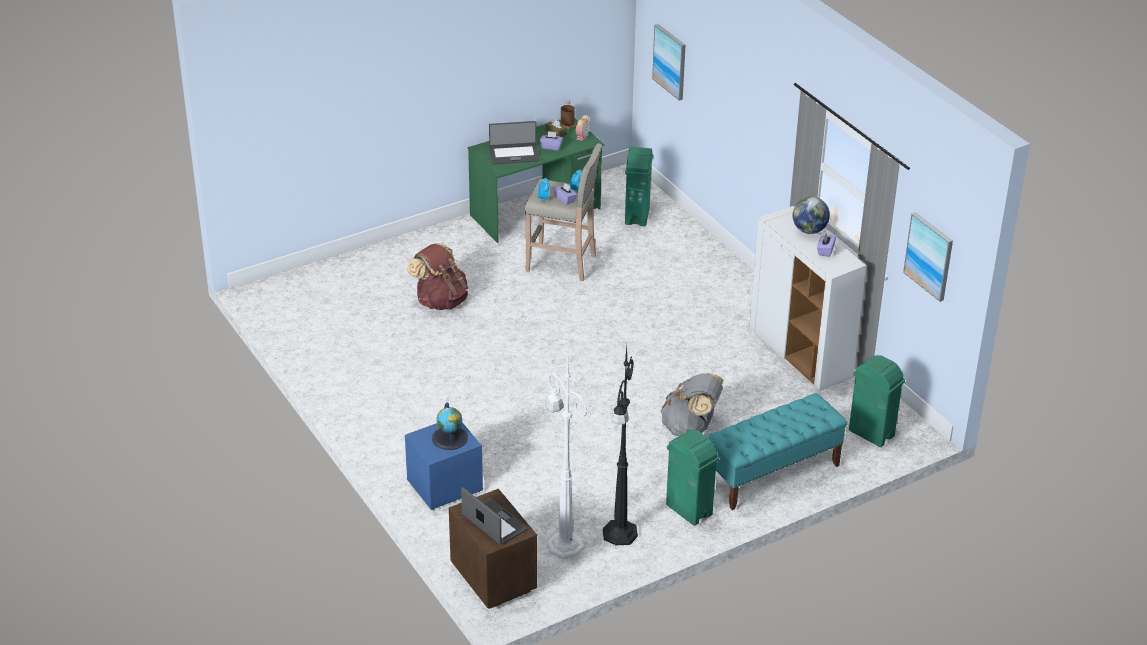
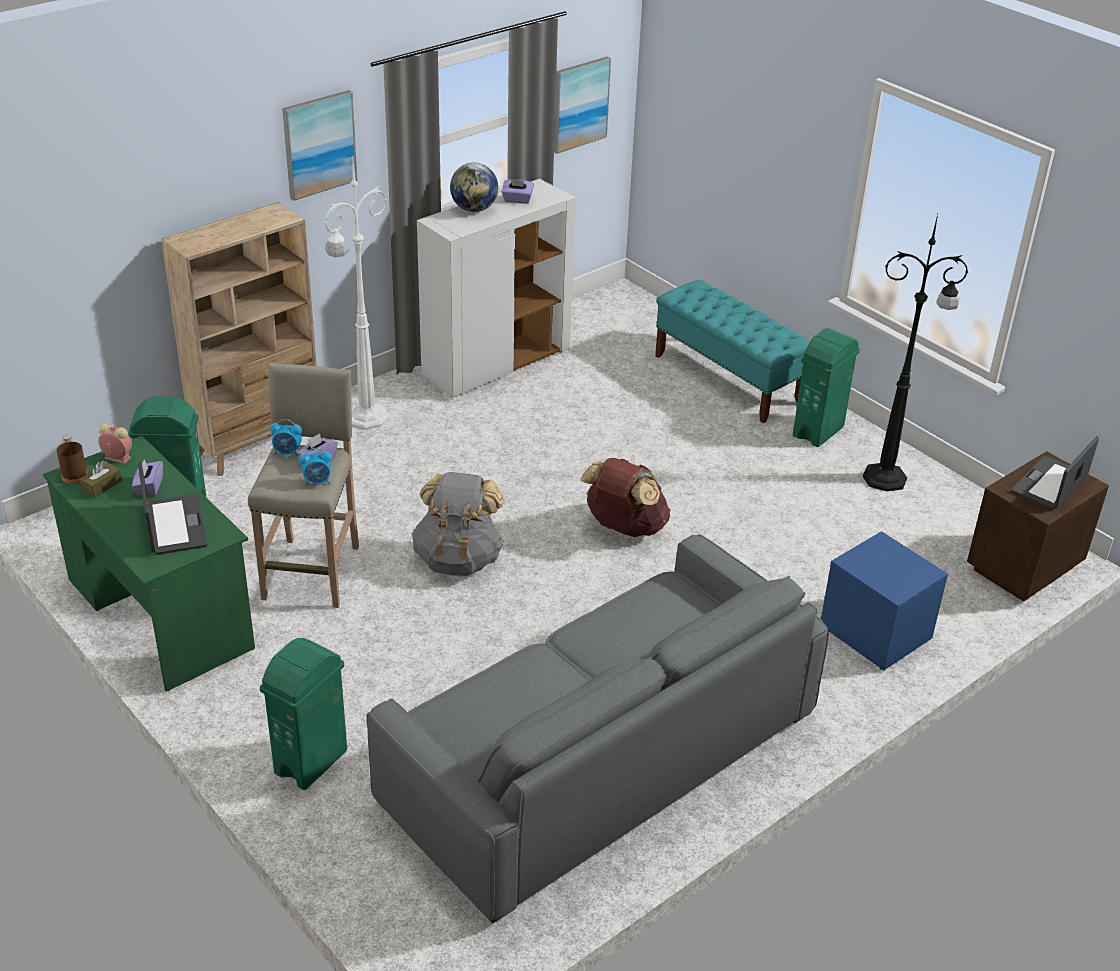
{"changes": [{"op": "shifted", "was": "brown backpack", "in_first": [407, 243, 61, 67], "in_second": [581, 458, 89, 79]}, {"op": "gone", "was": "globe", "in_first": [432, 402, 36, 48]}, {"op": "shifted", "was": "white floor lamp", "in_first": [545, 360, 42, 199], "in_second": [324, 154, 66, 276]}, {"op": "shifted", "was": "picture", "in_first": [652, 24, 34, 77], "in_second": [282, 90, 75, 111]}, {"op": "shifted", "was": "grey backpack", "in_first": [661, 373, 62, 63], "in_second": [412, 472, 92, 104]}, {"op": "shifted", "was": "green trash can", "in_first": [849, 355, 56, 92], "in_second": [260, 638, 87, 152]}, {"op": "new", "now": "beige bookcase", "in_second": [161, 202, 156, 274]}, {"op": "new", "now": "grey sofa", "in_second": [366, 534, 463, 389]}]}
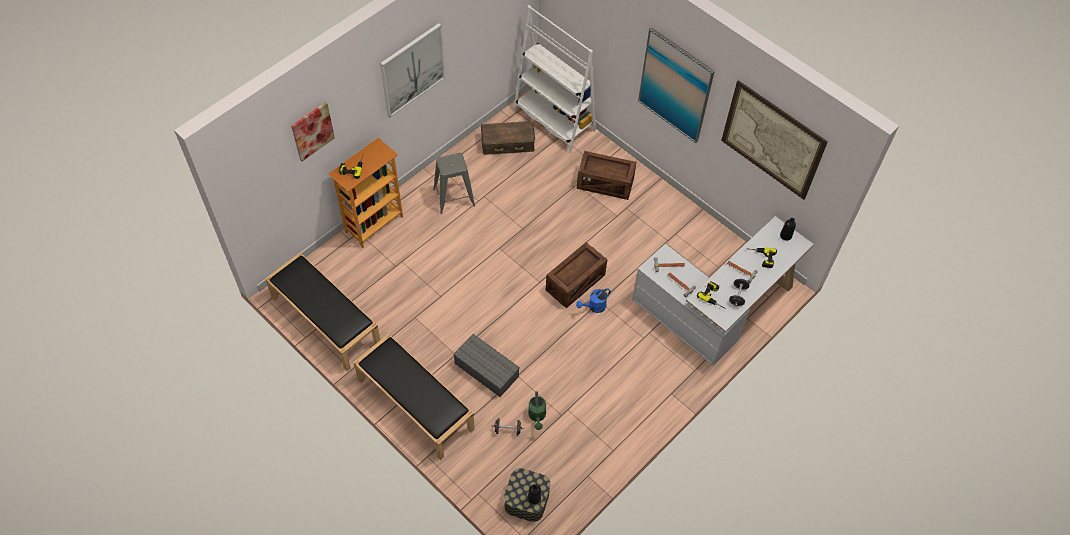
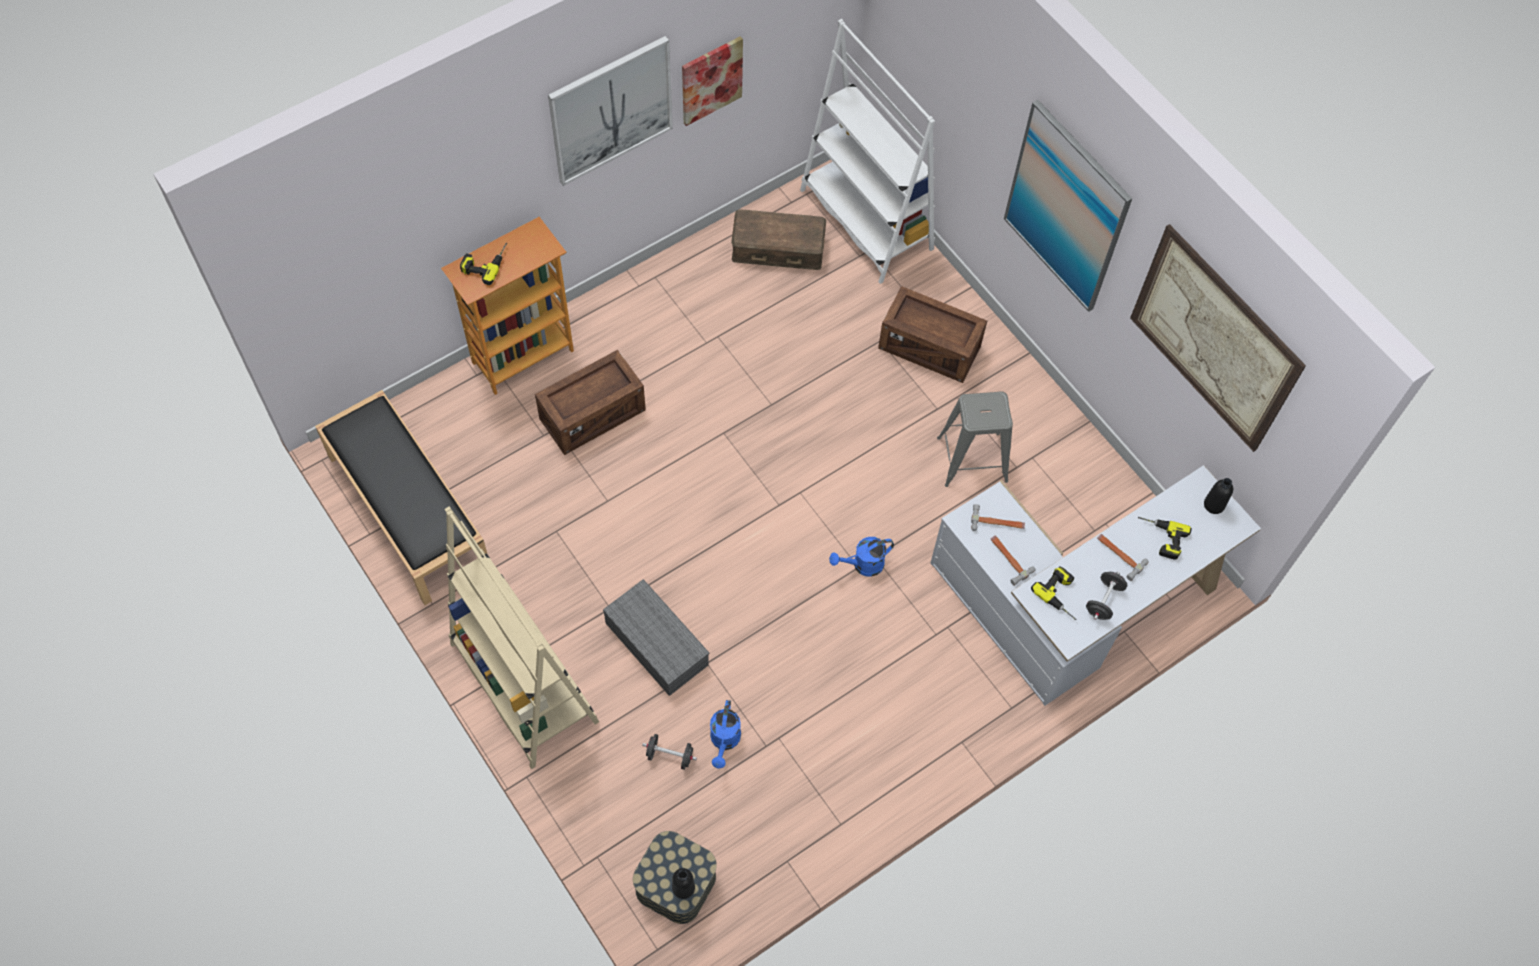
{"changes": [{"op": "shifted", "was": "picture", "in_first": [291, 102, 44, 59], "in_second": [682, 36, 61, 90]}, {"op": "swapped", "was": "black bench", "now": "beige bookcase", "in_first": [353, 334, 122, 127], "in_second": [444, 506, 155, 263]}, {"op": "shifted", "was": "grey stool", "in_first": [433, 153, 42, 61], "in_second": [937, 391, 76, 96]}, {"op": "repainted", "was": "green watering can", "now": "blue watering can", "in_first": [528, 391, 18, 39], "in_second": [710, 700, 31, 69]}, {"op": "shifted", "was": "crate", "in_first": [546, 242, 61, 66], "in_second": [535, 350, 111, 105]}]}
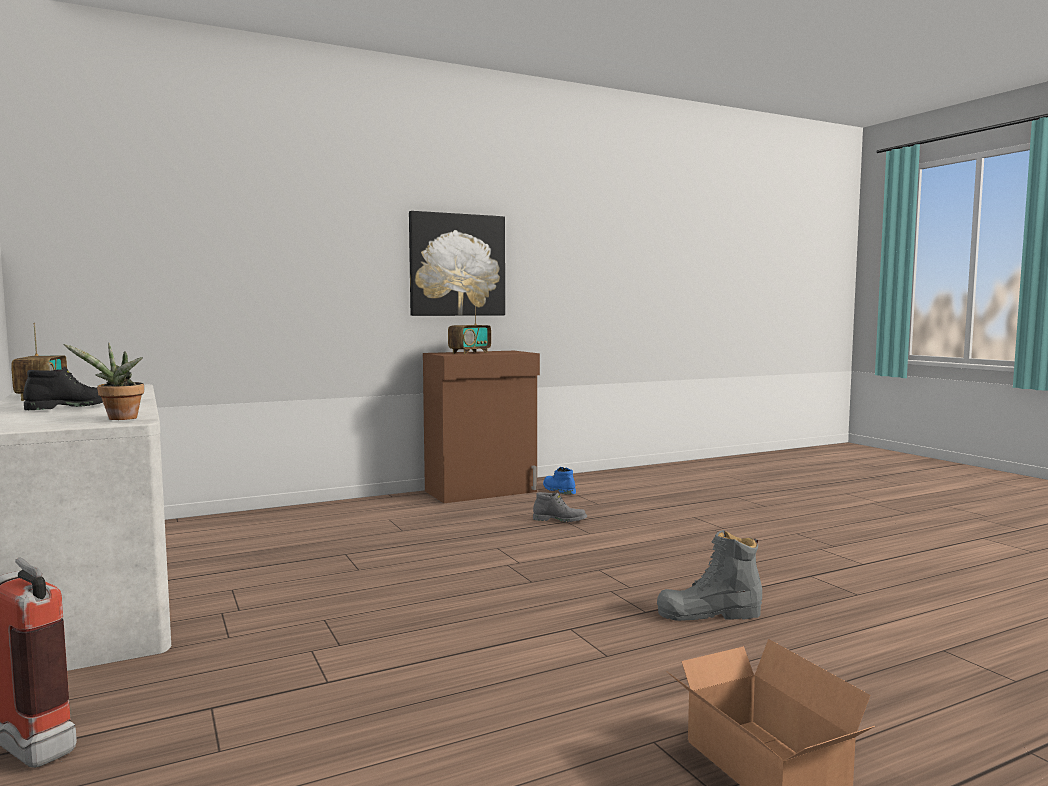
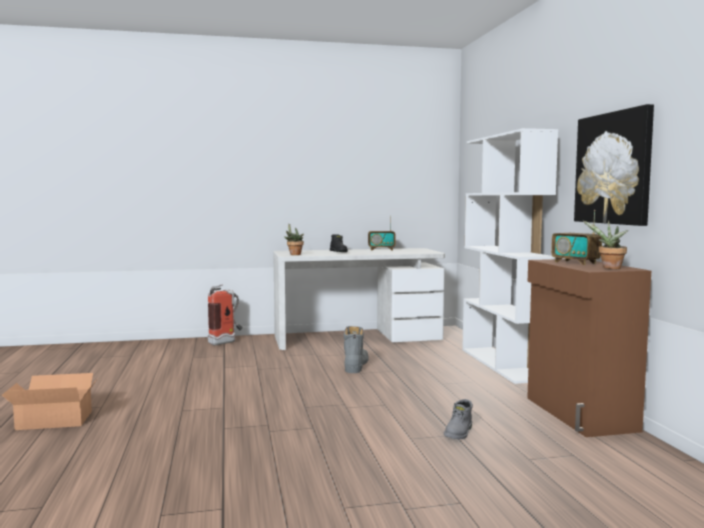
{"changes": [{"op": "gone", "was": "blue boot", "in_first": [543, 467, 33, 28]}, {"op": "shifted", "was": "grey boot", "in_first": [657, 530, 105, 91], "in_second": [344, 326, 25, 47]}, {"op": "new", "now": "white bookcase", "in_second": [462, 128, 96, 256]}, {"op": "new", "now": "potted plant", "in_second": [582, 220, 46, 49]}]}
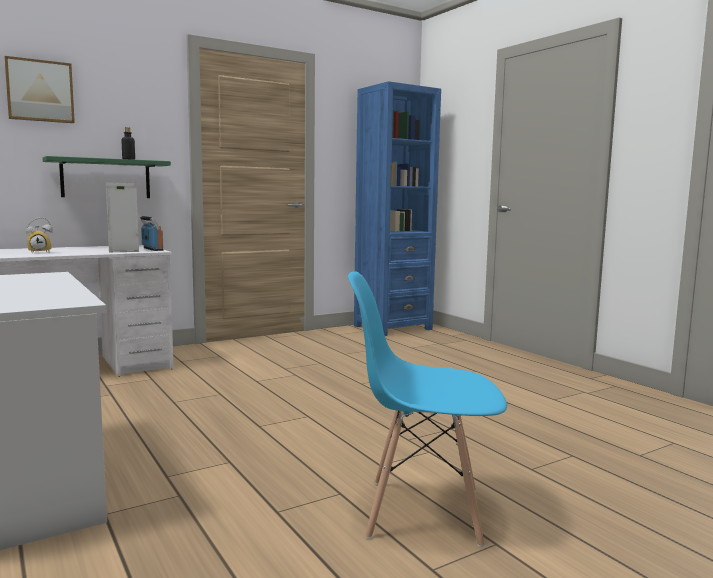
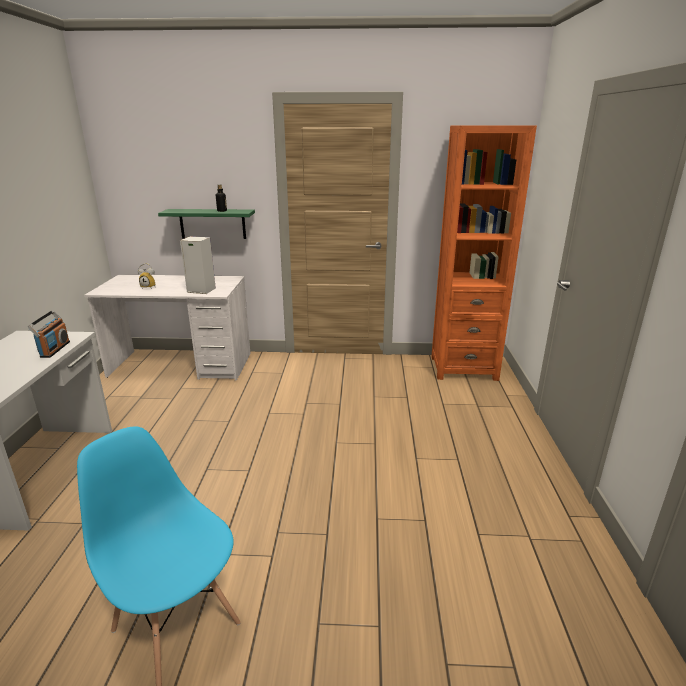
{"changes": [{"op": "gone", "was": "picture", "in_first": [4, 56, 71, 67]}, {"op": "shifted", "was": "radio", "in_first": [140, 216, 24, 35], "in_second": [28, 310, 42, 48]}, {"op": "repainted", "was": "blue bookcase", "now": "orange bookcase", "in_first": [354, 81, 87, 255], "in_second": [431, 125, 106, 256]}]}
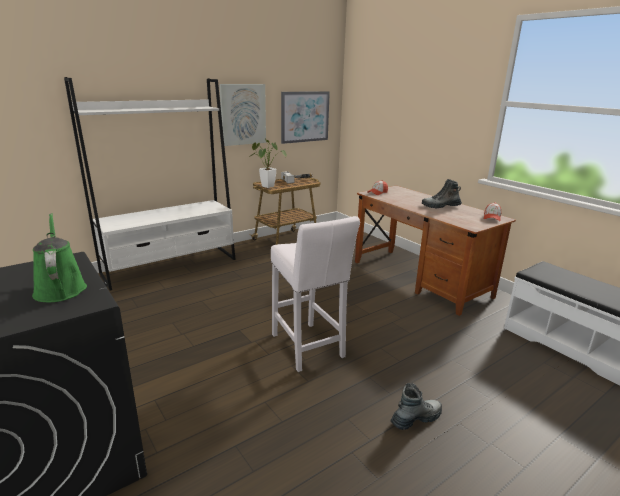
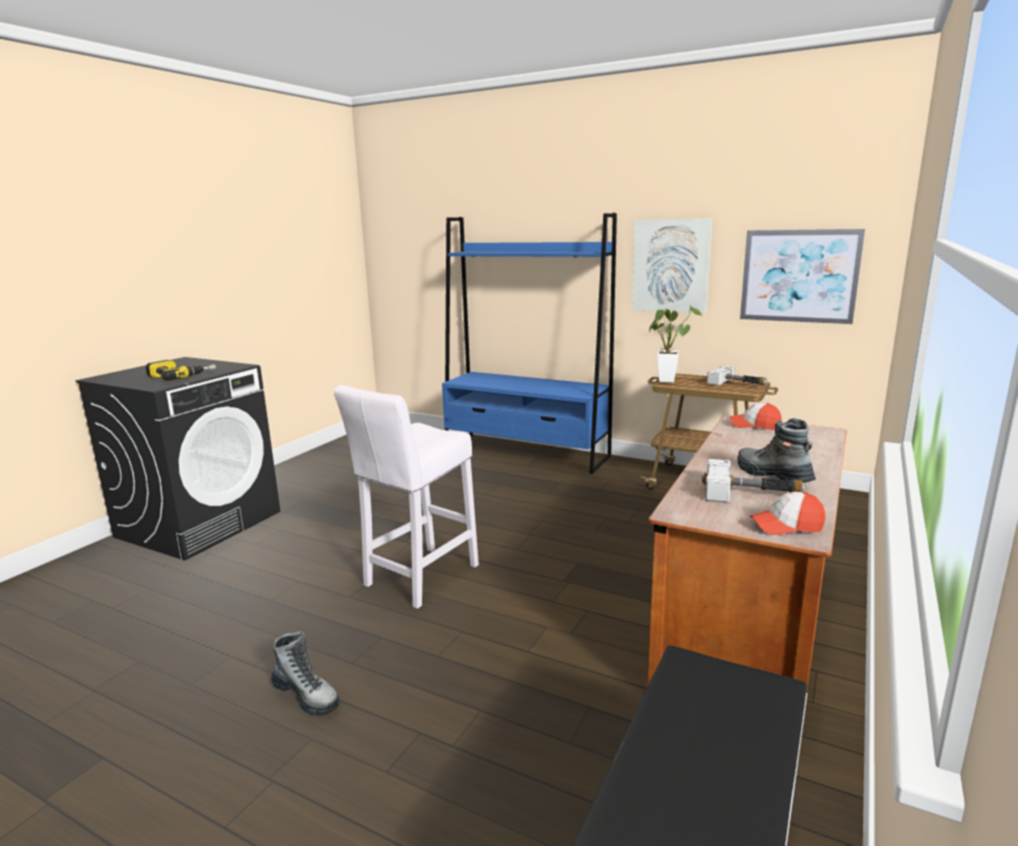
{"changes": [{"op": "swapped", "was": "green watering can", "now": "power drill", "in_first": [32, 213, 55, 89], "in_second": [146, 360, 70, 21]}, {"op": "repainted", "was": "white bookcase", "now": "blue bookcase", "in_first": [64, 77, 172, 214], "in_second": [442, 213, 175, 261]}, {"op": "new", "now": "hammer", "in_second": [702, 459, 104, 44]}]}
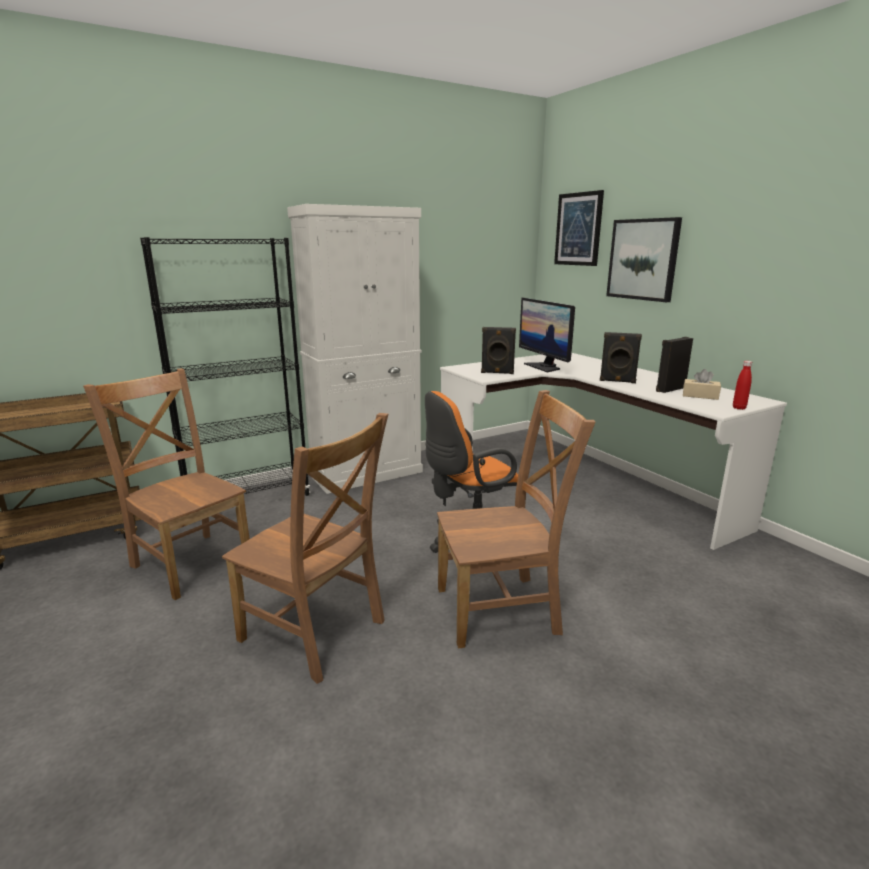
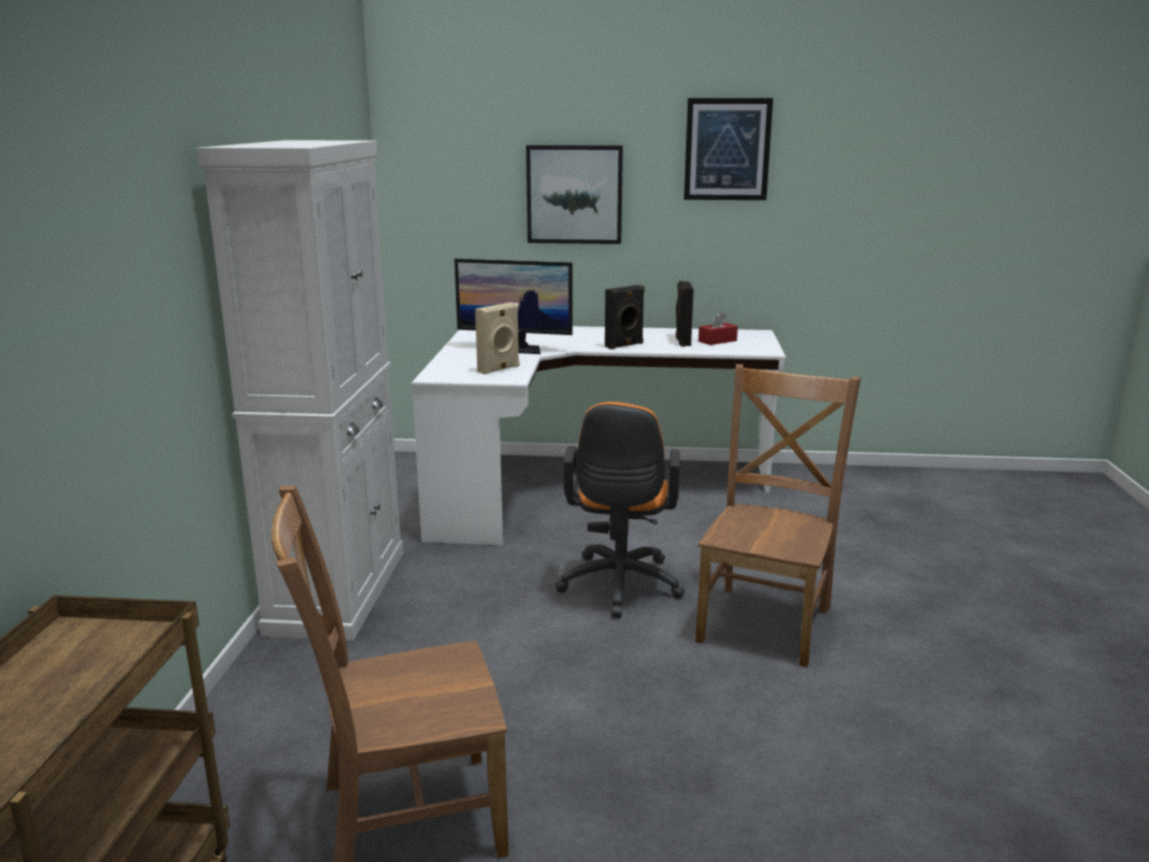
{"changes": [{"op": "gone", "was": "black bookcase", "in_first": [140, 237, 170, 259]}, {"op": "gone", "was": "brown chair", "in_first": [222, 413, 166, 271]}, {"op": "repainted", "was": "black speaker", "now": "beige speaker", "in_first": [481, 327, 35, 47], "in_second": [475, 302, 45, 72]}, {"op": "shifted", "was": "picture", "in_first": [554, 190, 50, 76], "in_second": [684, 98, 89, 102]}, {"op": "repainted", "was": "beige tissue box", "now": "red tissue box", "in_first": [683, 369, 38, 31], "in_second": [698, 312, 40, 33]}, {"op": "gone", "was": "red bottle", "in_first": [733, 361, 19, 49]}]}
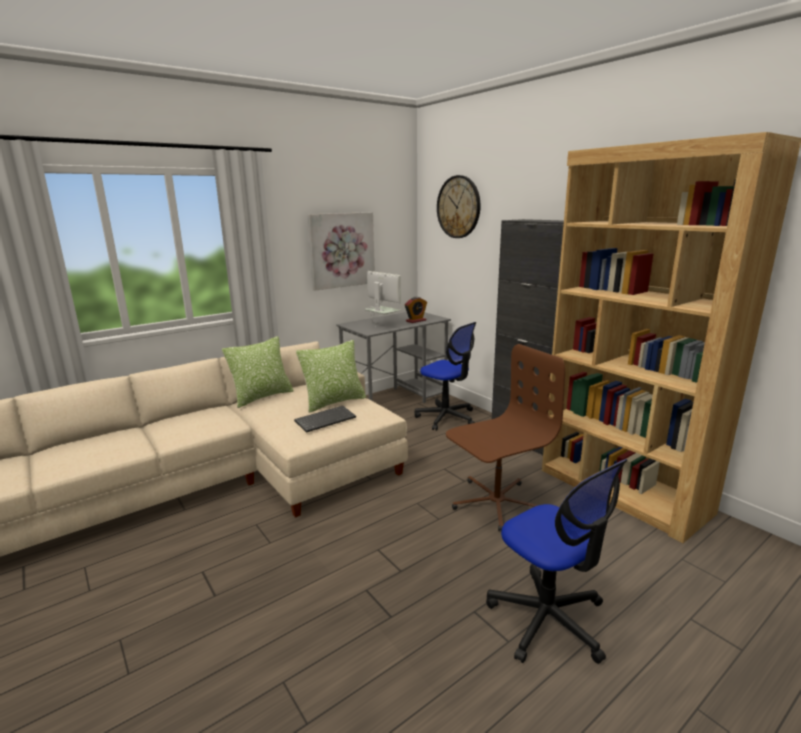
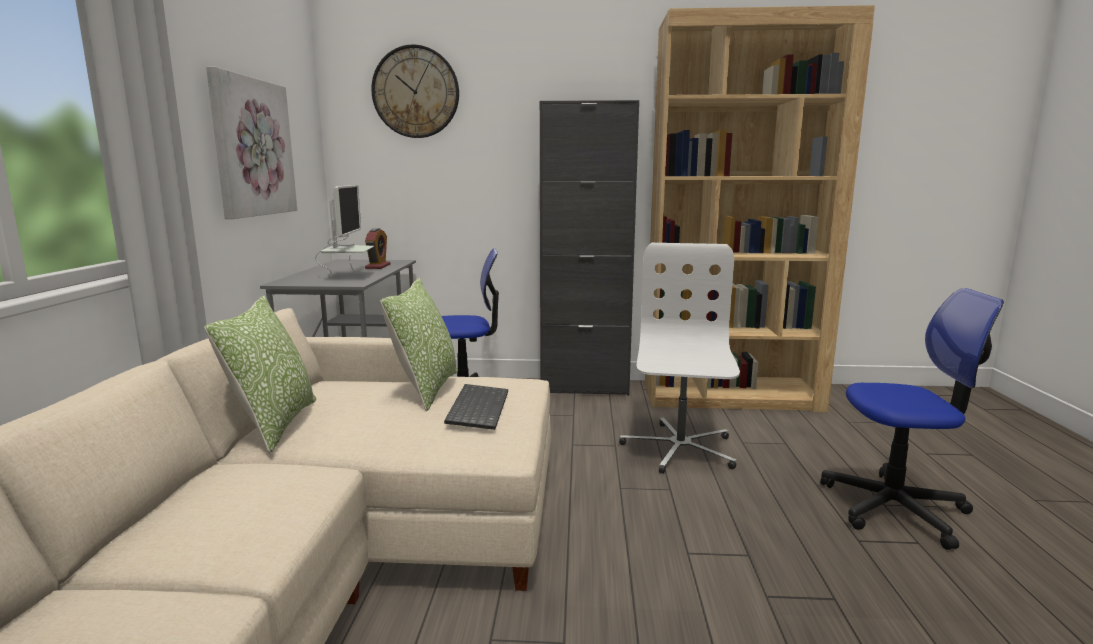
{"changes": [{"op": "rotated", "was": "monitor", "in_first": [365, 271, 36, 55], "in_second": [315, 185, 59, 90], "clockwise": 90}, {"op": "repainted", "was": "brown office chair", "now": "white office chair", "in_first": [446, 344, 119, 188], "in_second": [619, 243, 121, 231]}]}
